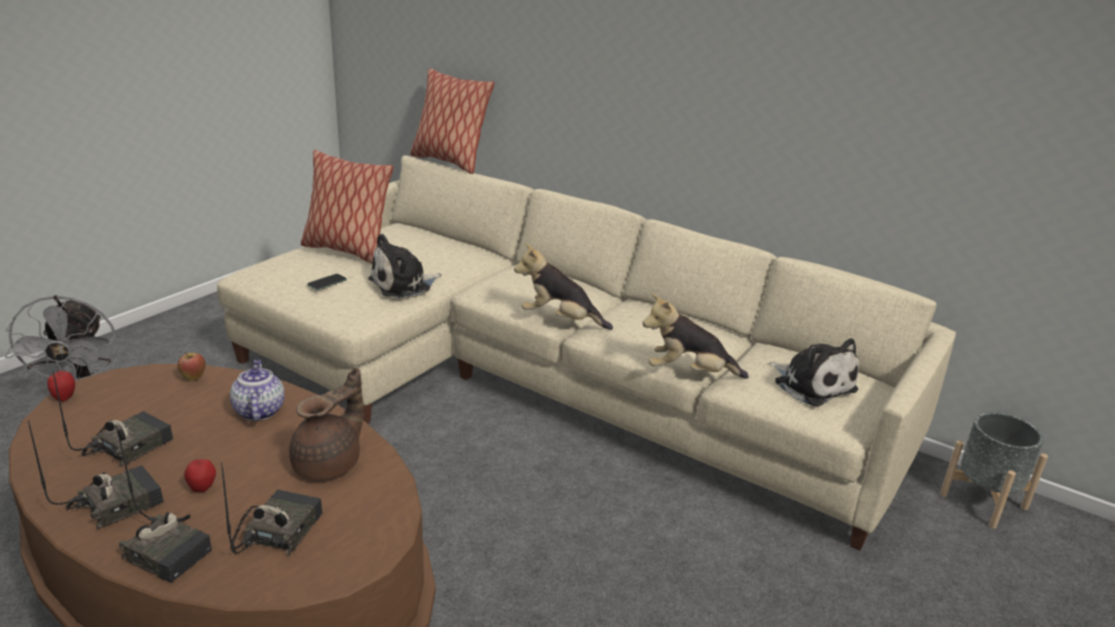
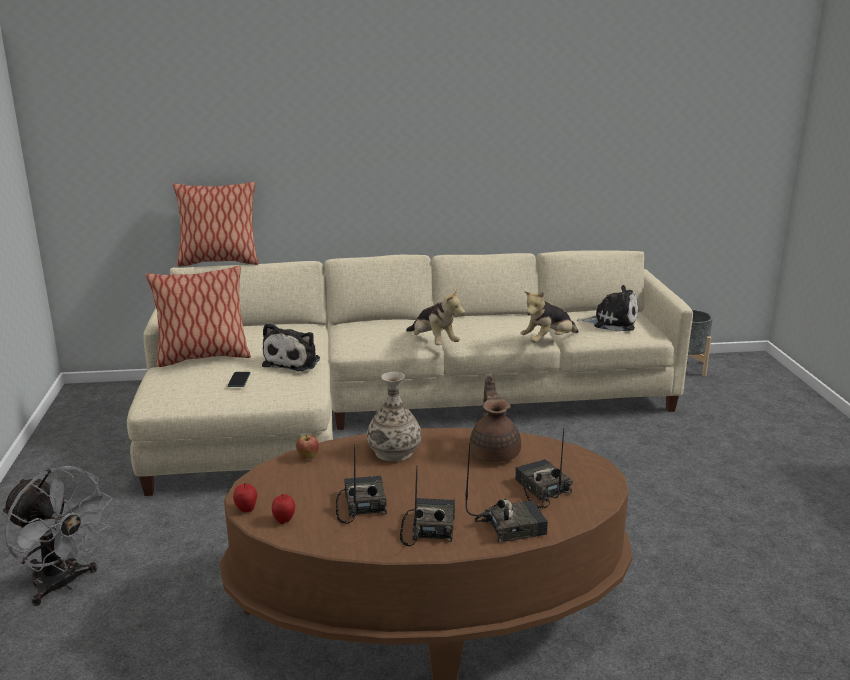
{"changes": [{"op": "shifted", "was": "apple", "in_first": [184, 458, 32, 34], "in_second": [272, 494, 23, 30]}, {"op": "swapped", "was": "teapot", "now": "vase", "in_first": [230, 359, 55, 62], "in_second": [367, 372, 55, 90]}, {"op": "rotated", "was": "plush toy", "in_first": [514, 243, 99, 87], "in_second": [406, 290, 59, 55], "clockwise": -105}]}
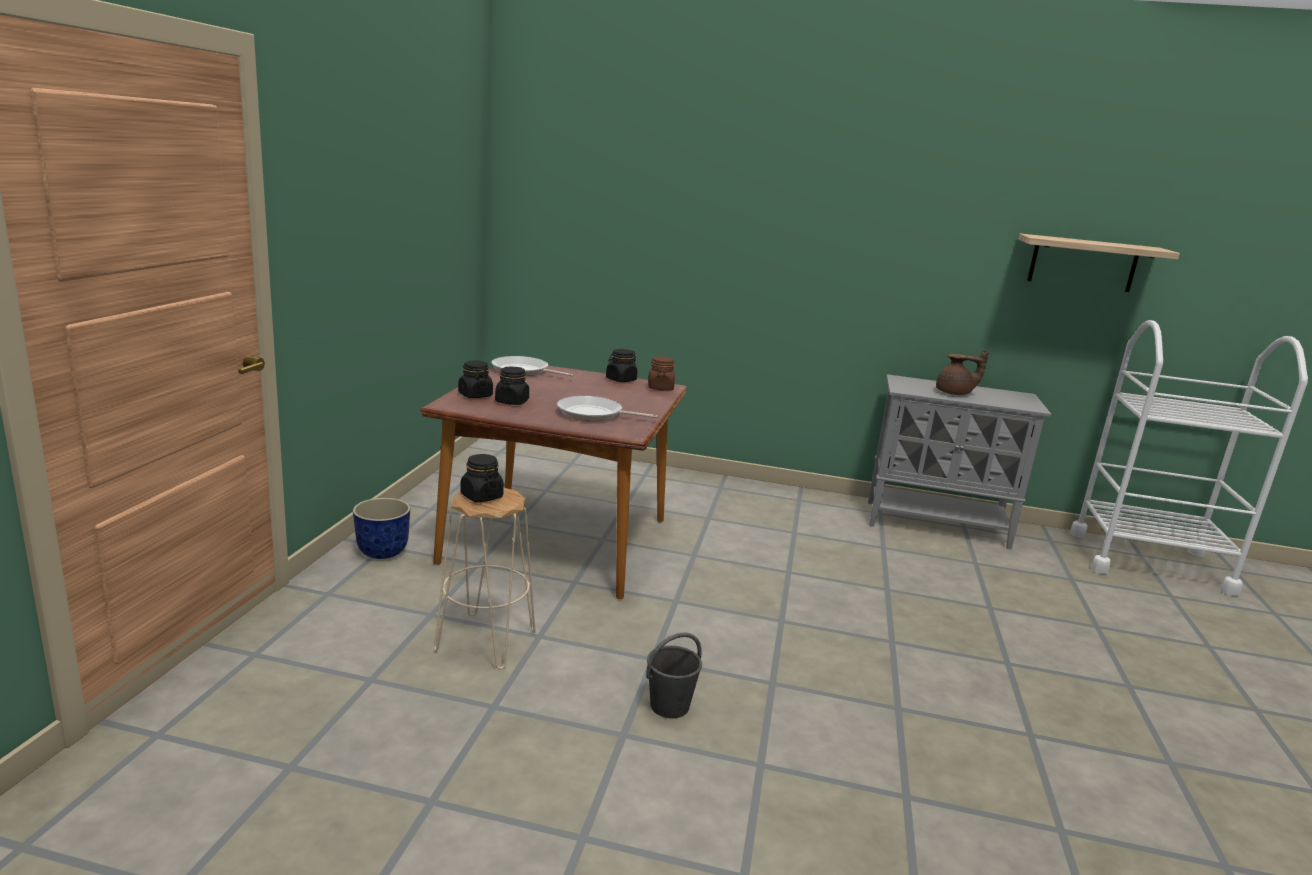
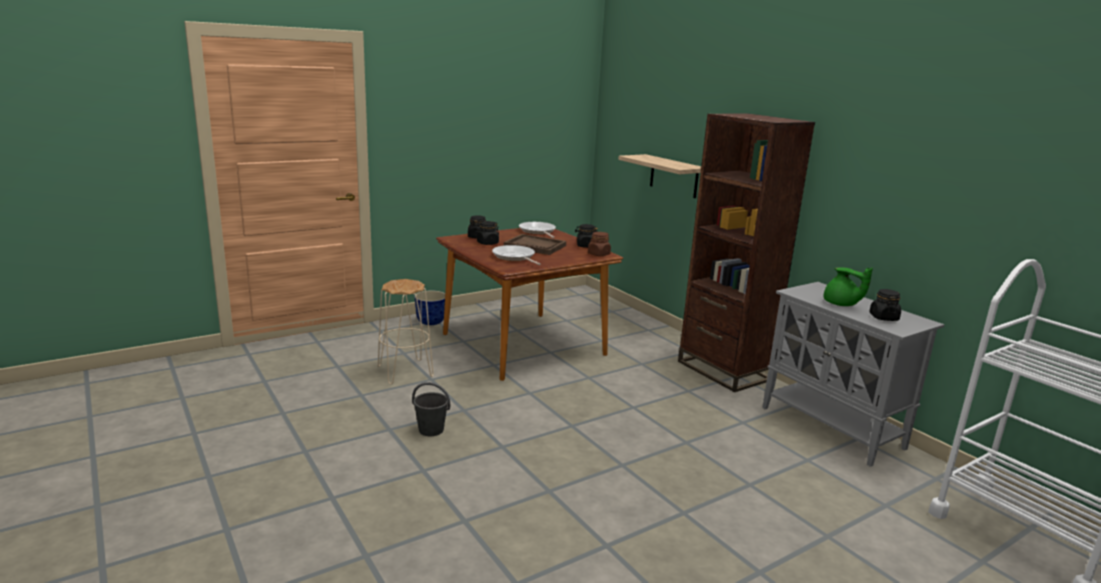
{"changes": [{"op": "shifted", "was": "black jar", "in_first": [460, 454, 44, 48], "in_second": [869, 289, 32, 32]}, {"op": "repainted", "was": "brown teapot", "now": "green teapot", "in_first": [936, 350, 53, 45], "in_second": [823, 267, 50, 39]}, {"op": "shifted", "was": "shelf", "in_first": [1018, 233, 162, 59], "in_second": [618, 154, 83, 44]}, {"op": "new", "now": "brown tray", "in_second": [504, 234, 62, 21]}, {"op": "new", "now": "brown bookcase", "in_second": [678, 113, 137, 279]}]}
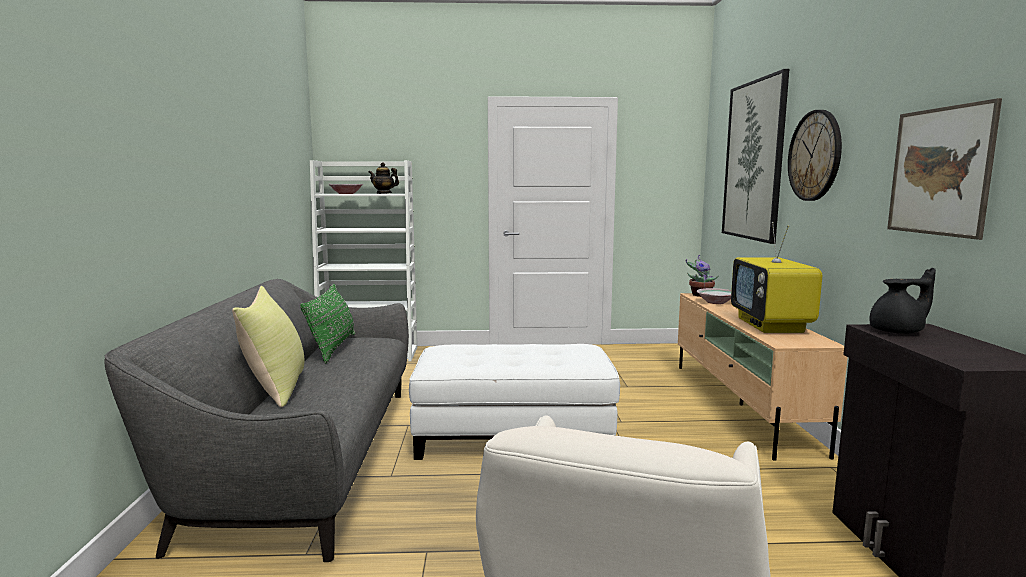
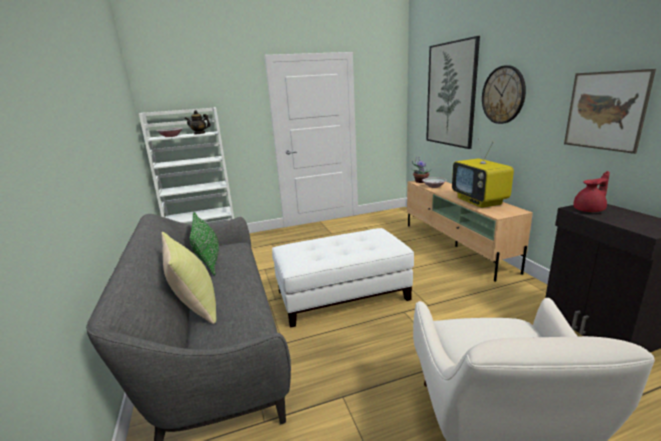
{"changes": [{"op": "repainted", "was": "black teapot", "now": "red teapot", "in_first": [869, 268, 67, 66], "in_second": [573, 171, 37, 41]}]}
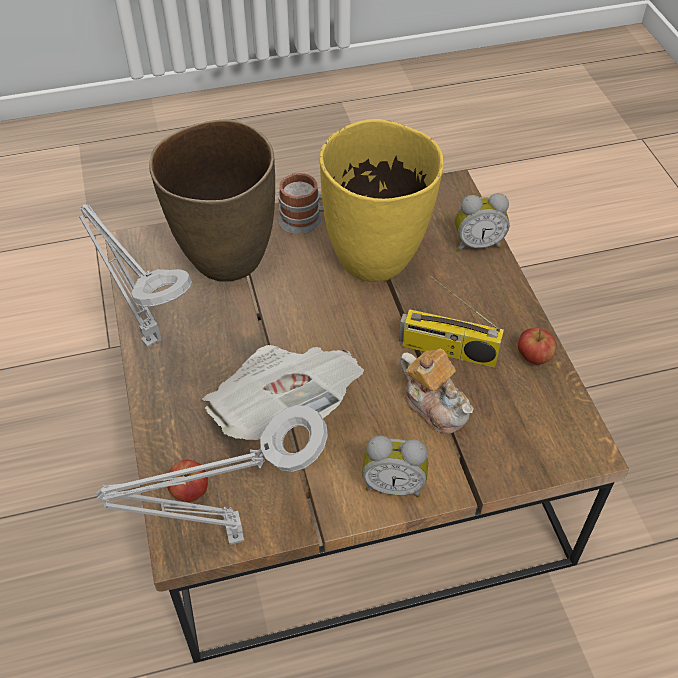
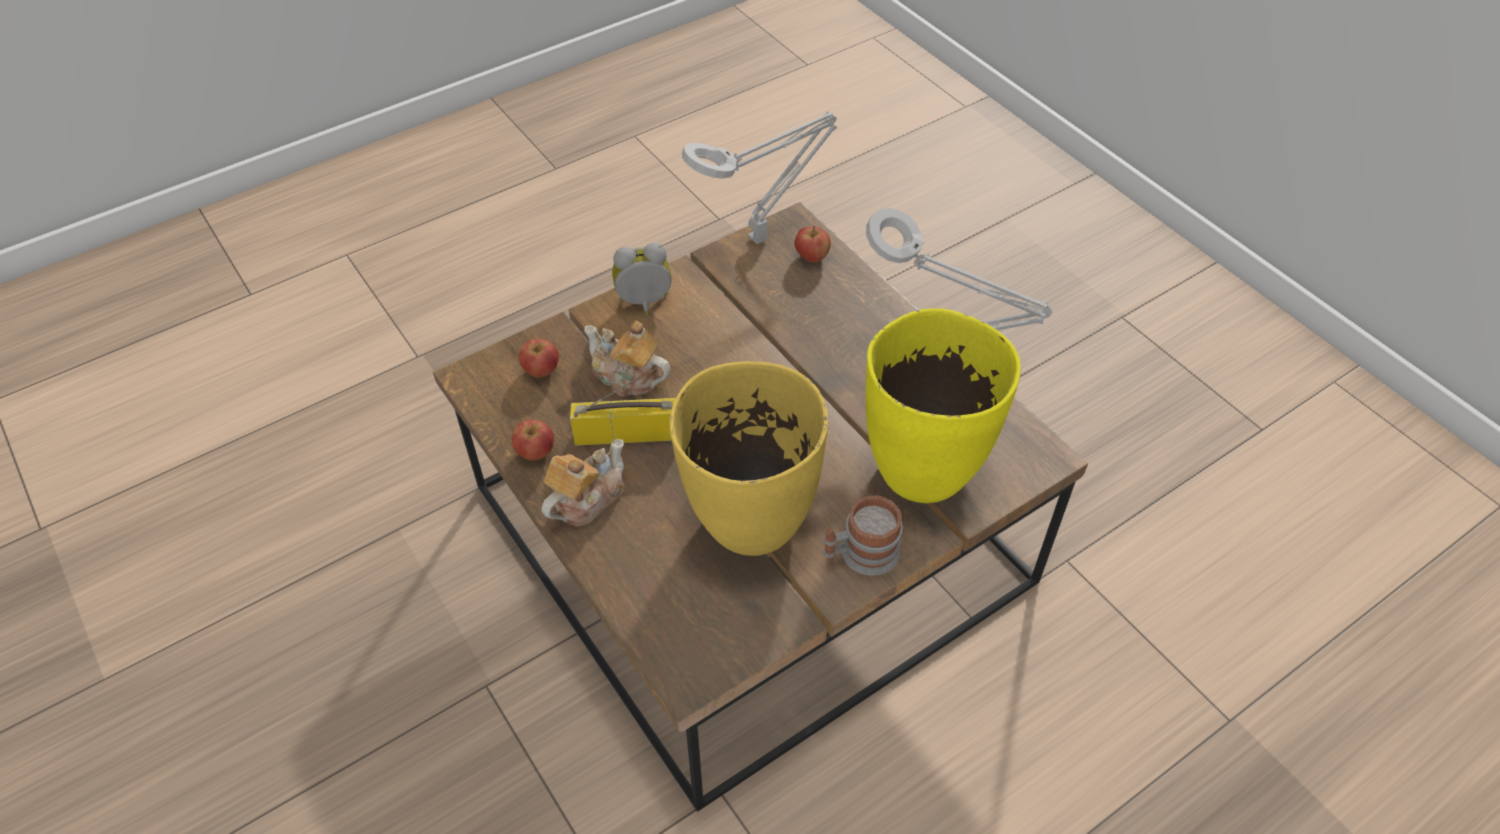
{"changes": [{"op": "repainted", "was": "brown vase", "now": "yellow vase", "in_first": [149, 120, 126, 161], "in_second": [866, 308, 155, 195]}, {"op": "gone", "was": "newspaper", "in_first": [202, 345, 162, 95]}, {"op": "gone", "was": "alarm clock", "in_first": [455, 193, 55, 58]}, {"op": "new", "now": "apple", "in_second": [519, 339, 40, 38]}, {"op": "new", "now": "teapot", "in_second": [541, 439, 83, 88]}]}
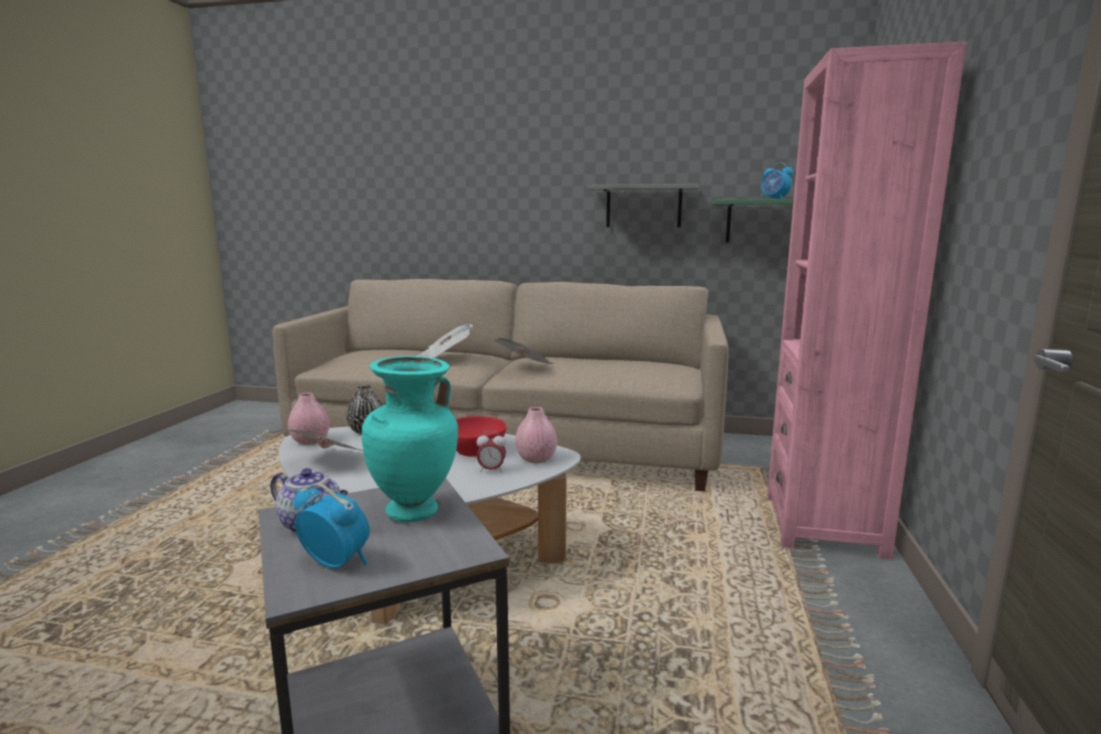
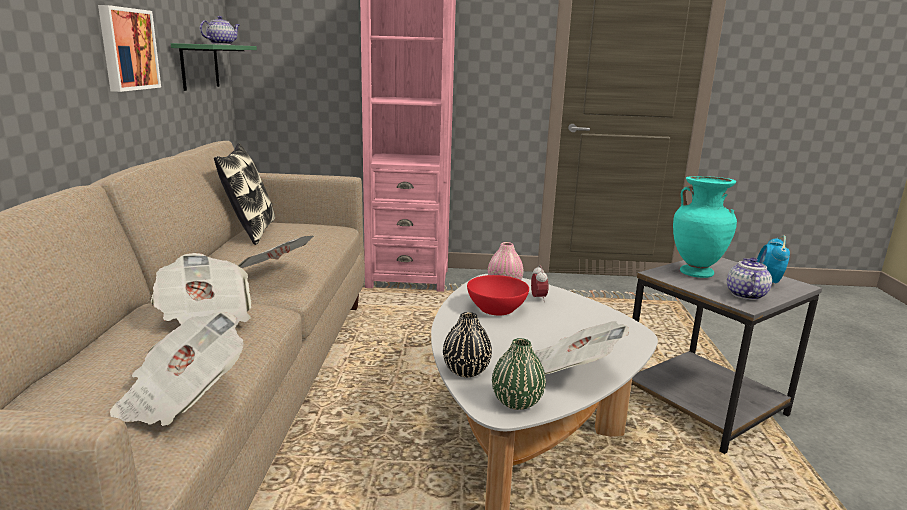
{"changes": [{"op": "repainted", "was": "pink vase", "now": "green vase", "in_first": [288, 393, 42, 52], "in_second": [492, 338, 54, 72]}, {"op": "swapped", "was": "grey shelf", "now": "picture", "in_first": [587, 184, 112, 43], "in_second": [98, 5, 63, 87]}, {"op": "swapped", "was": "alarm clock", "now": "teapot", "in_first": [761, 162, 32, 38], "in_second": [200, 16, 40, 29]}, {"op": "new", "now": "newspaper", "in_second": [110, 312, 134, 114]}, {"op": "new", "now": "pillow", "in_second": [214, 143, 61, 102]}]}
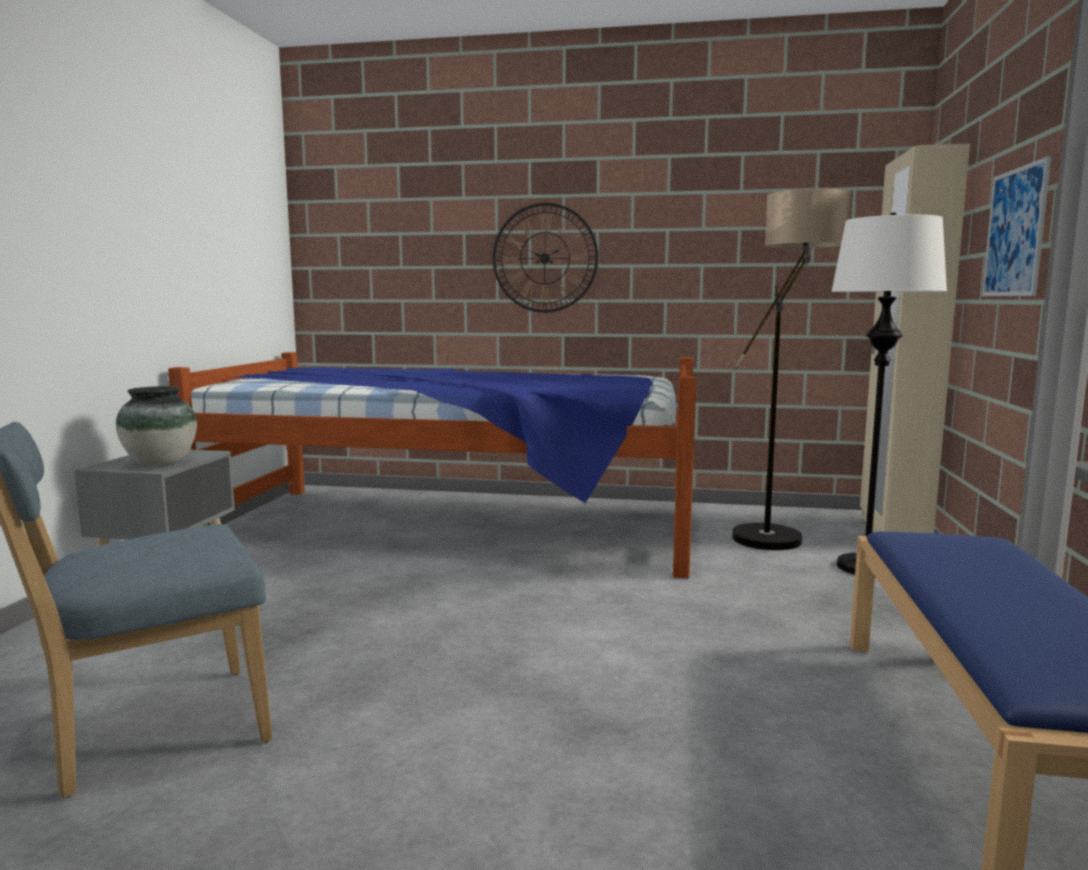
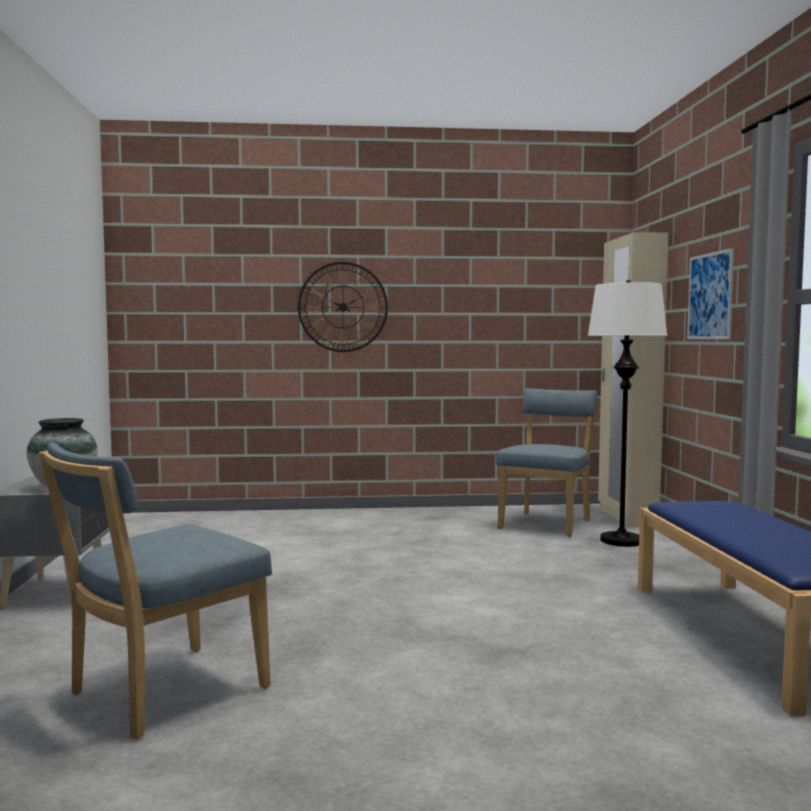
{"changes": [{"op": "gone", "was": "bed", "in_first": [168, 352, 528, 226]}, {"op": "swapped", "was": "floor lamp", "now": "blue chair", "in_first": [732, 189, 119, 361], "in_second": [496, 388, 101, 149]}]}
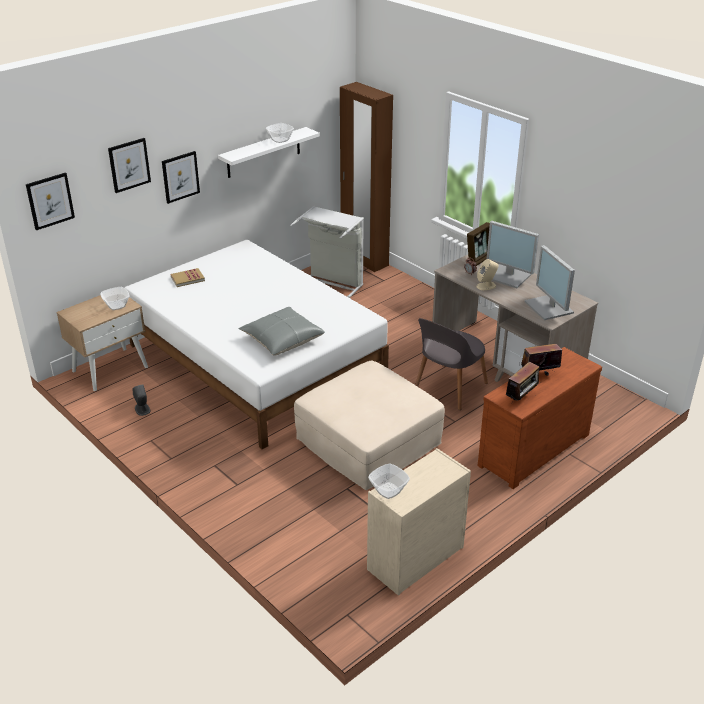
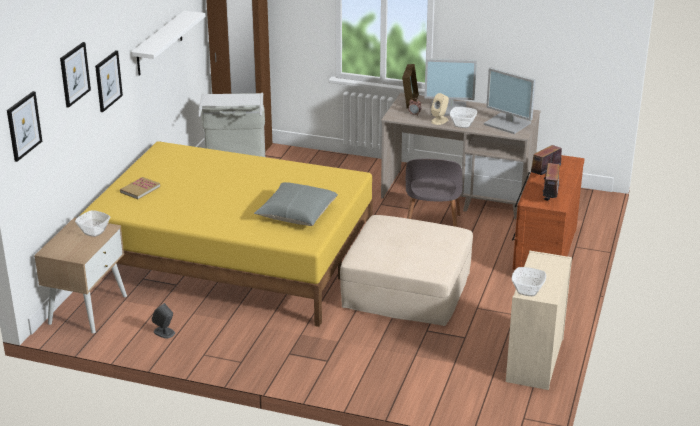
{"changes": [{"op": "repainted", "was": "white bed", "now": "yellow bed", "in_first": [124, 240, 265, 209], "in_second": [80, 141, 293, 186]}, {"op": "shifted", "was": "bowl", "in_first": [266, 123, 28, 20], "in_second": [450, 107, 27, 21]}]}
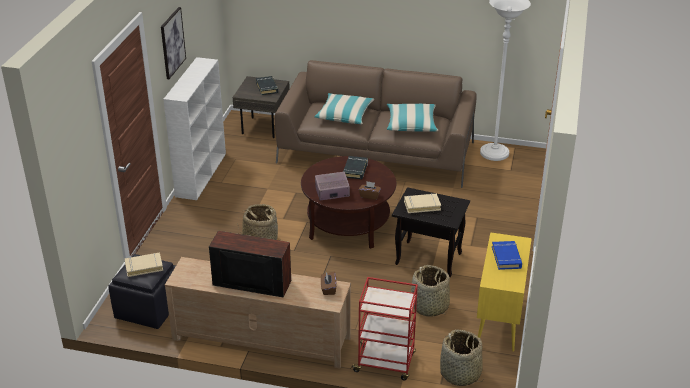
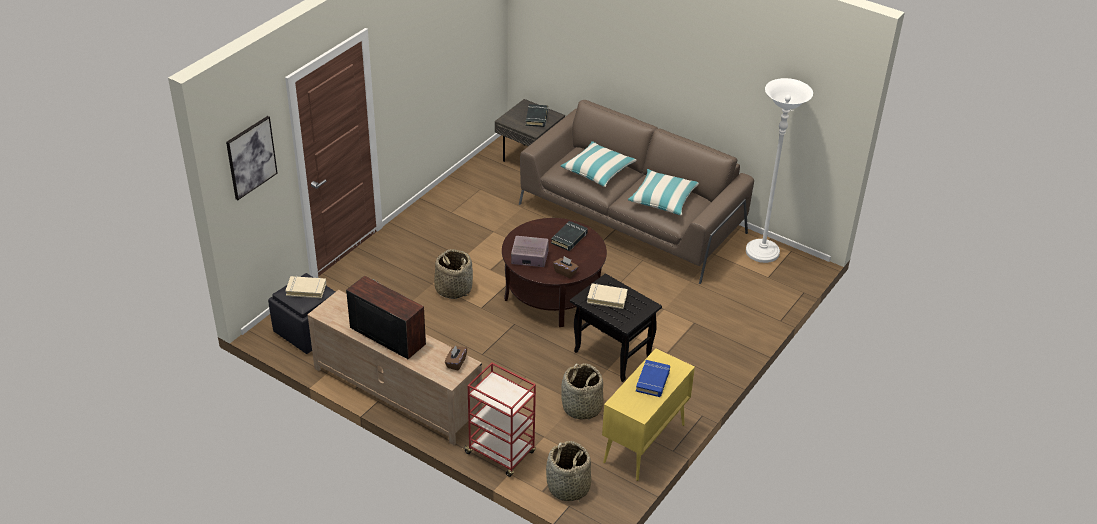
{"changes": [{"op": "shifted", "was": "picture", "in_first": [161, 7, 25, 72], "in_second": [226, 116, 52, 84]}, {"op": "gone", "was": "white bookcase", "in_first": [163, 57, 63, 143]}]}
